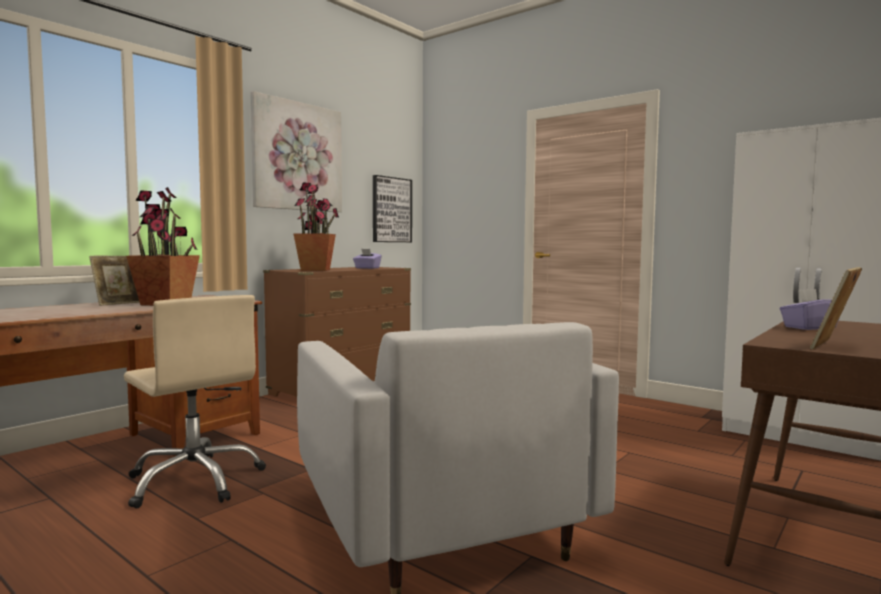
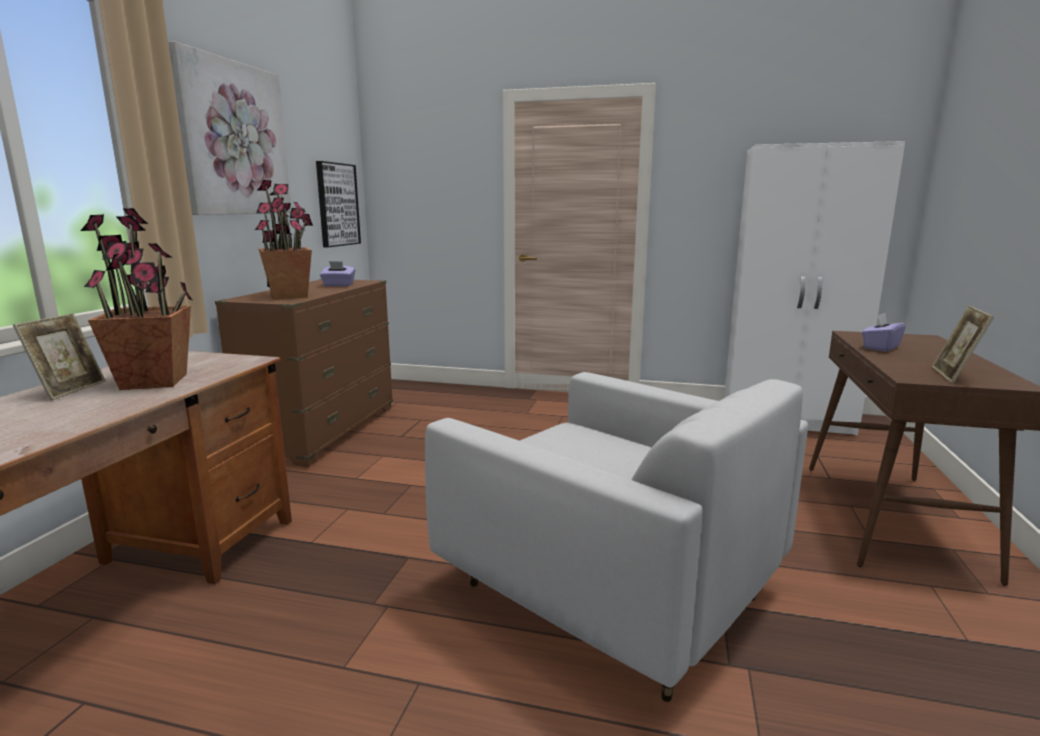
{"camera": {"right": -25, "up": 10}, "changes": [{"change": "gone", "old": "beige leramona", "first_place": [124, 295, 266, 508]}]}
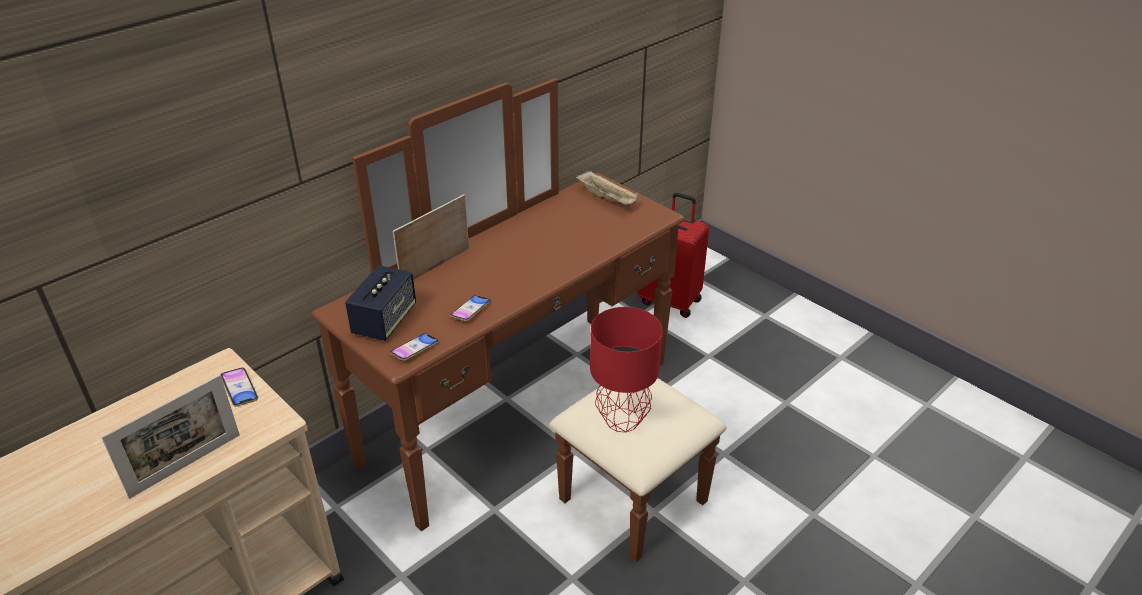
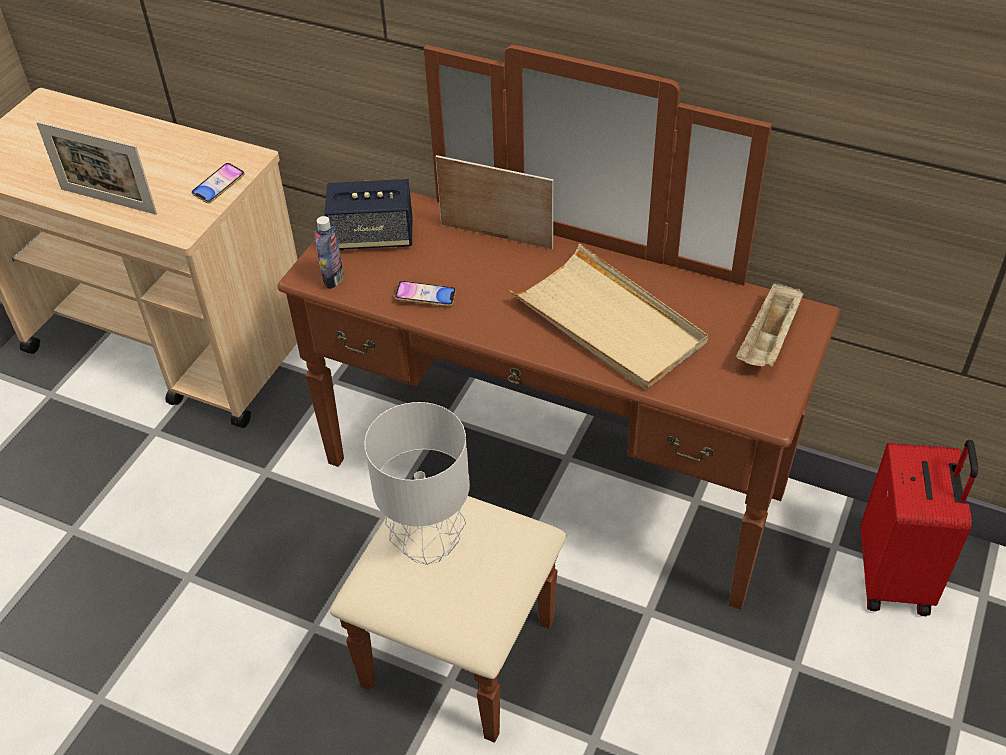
{"camera": {"right": 70, "up": 10}, "changes": [{"change": "new", "new": "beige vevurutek", "second_place": [510, 244, 708, 390]}, {"change": "swapped", "old": "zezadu", "new": "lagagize", "first_place": [390, 333, 439, 361], "second_place": [314, 216, 344, 289]}, {"change": "repainted", "old": "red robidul", "new": "grey robidul", "first_place": [590, 307, 663, 432], "second_place": [365, 402, 470, 565]}]}
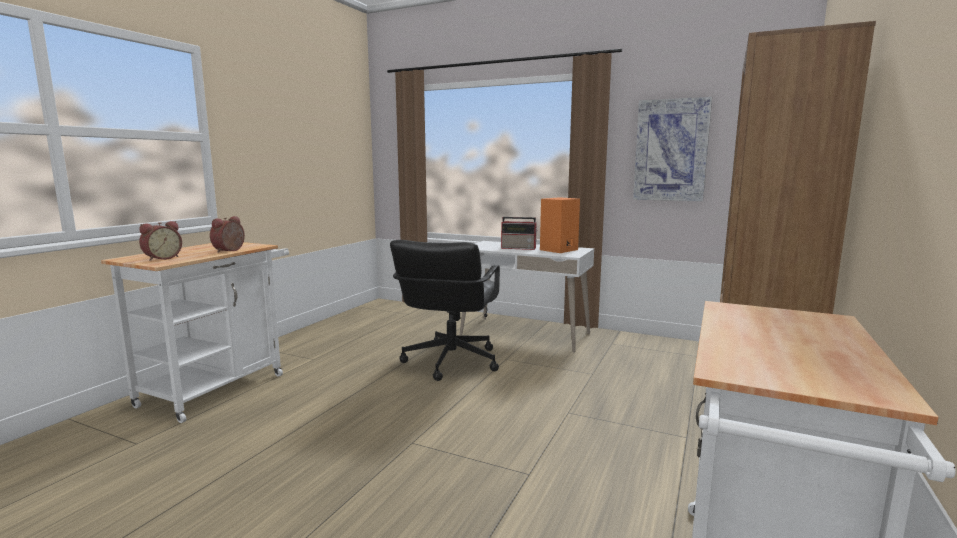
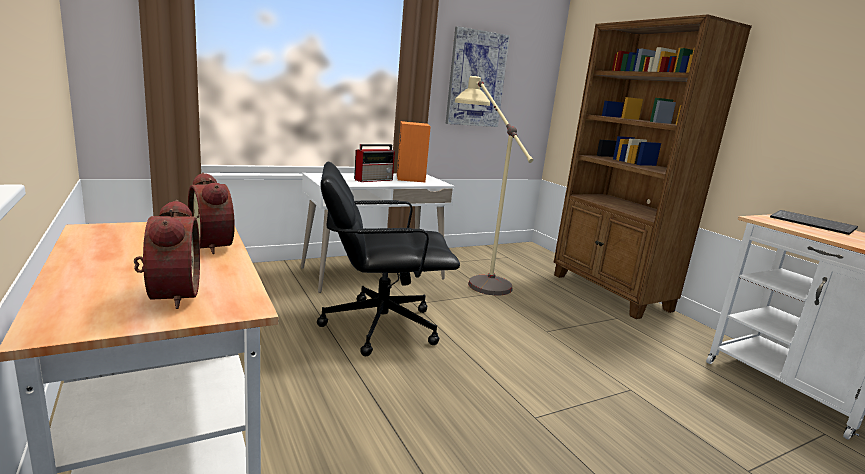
{"camera": {"right": -55, "up": 5}, "changes": [{"change": "new", "new": "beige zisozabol", "second_place": [455, 76, 533, 296]}, {"change": "new", "new": "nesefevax", "second_place": [770, 210, 858, 235]}, {"change": "rotated", "old": "black leramona", "first_place": [390, 240, 500, 381], "second_place": [317, 162, 460, 356], "degrees": 120}]}
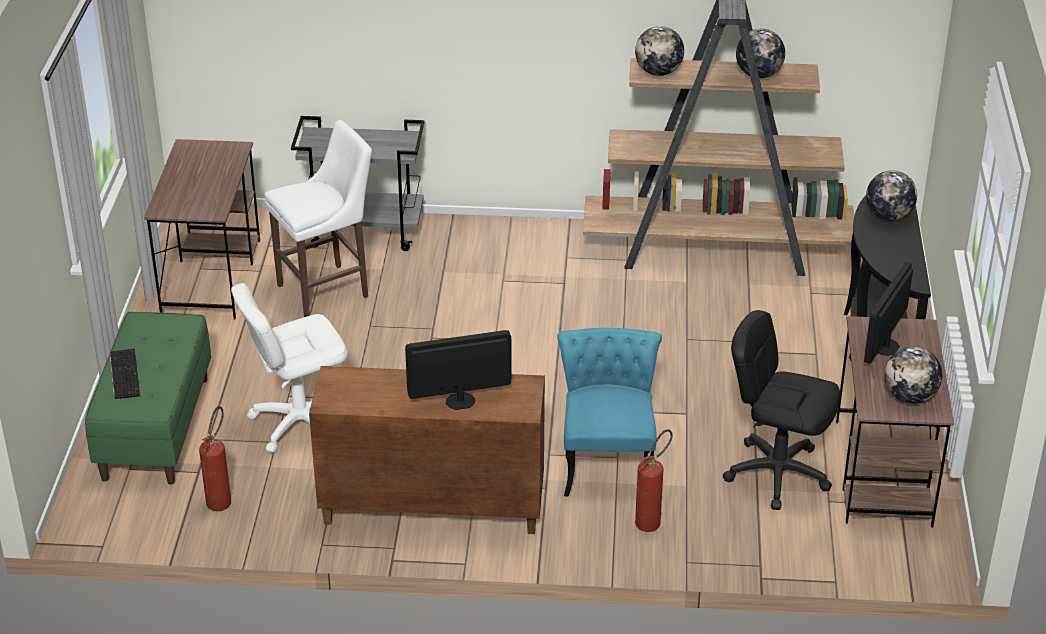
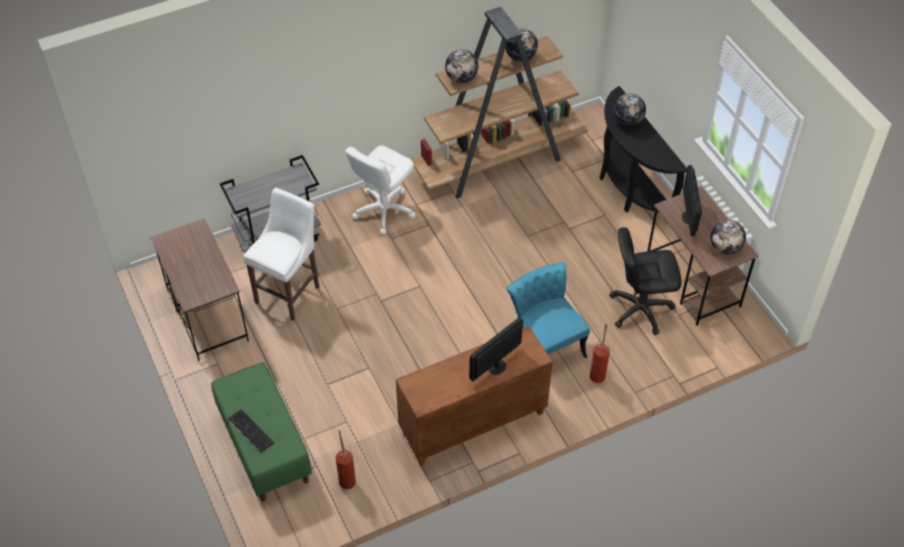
{"camera": {"right": -30, "up": 15}, "changes": [{"change": "shifted", "old": "white leramona", "first_place": [231, 283, 348, 453], "second_place": [345, 146, 416, 234]}]}
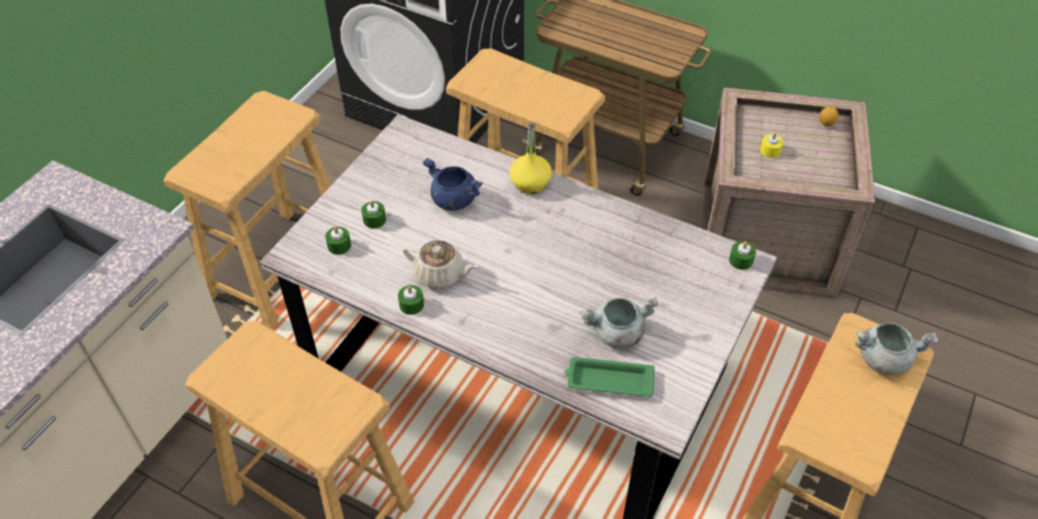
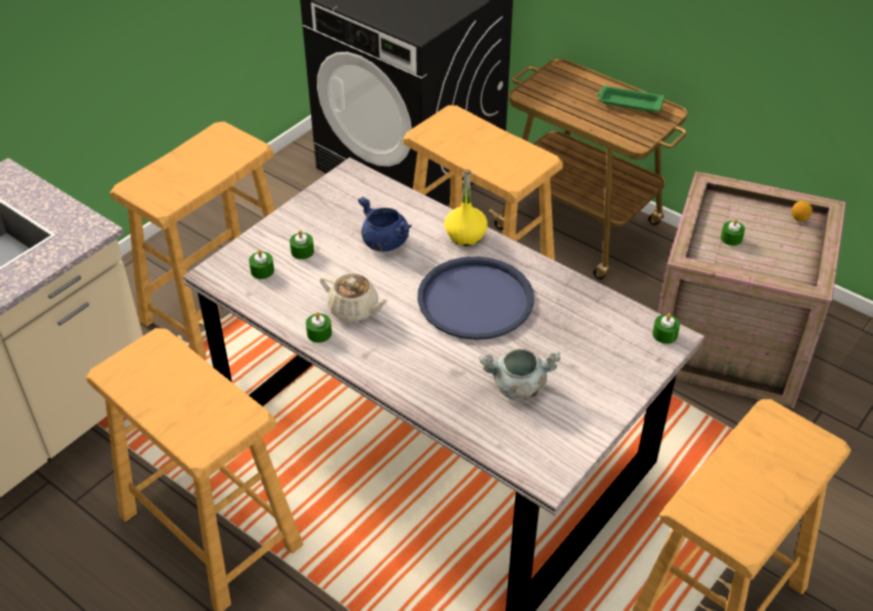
{"camera": {"right": 10, "up": -5}, "changes": [{"change": "gone", "old": "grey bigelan", "first_place": [855, 323, 938, 375]}, {"change": "new", "new": "blue vevurutek", "second_place": [418, 256, 534, 340]}, {"change": "shifted", "old": "green vevurutek", "first_place": [565, 357, 655, 397], "second_place": [597, 86, 665, 112]}, {"change": "repainted", "old": "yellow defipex", "new": "green defipex", "first_place": [760, 133, 783, 158], "second_place": [721, 219, 745, 246]}]}
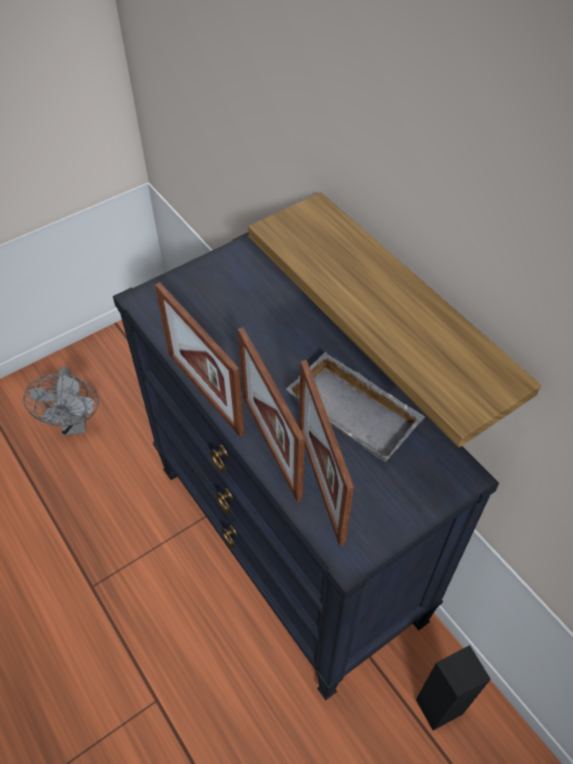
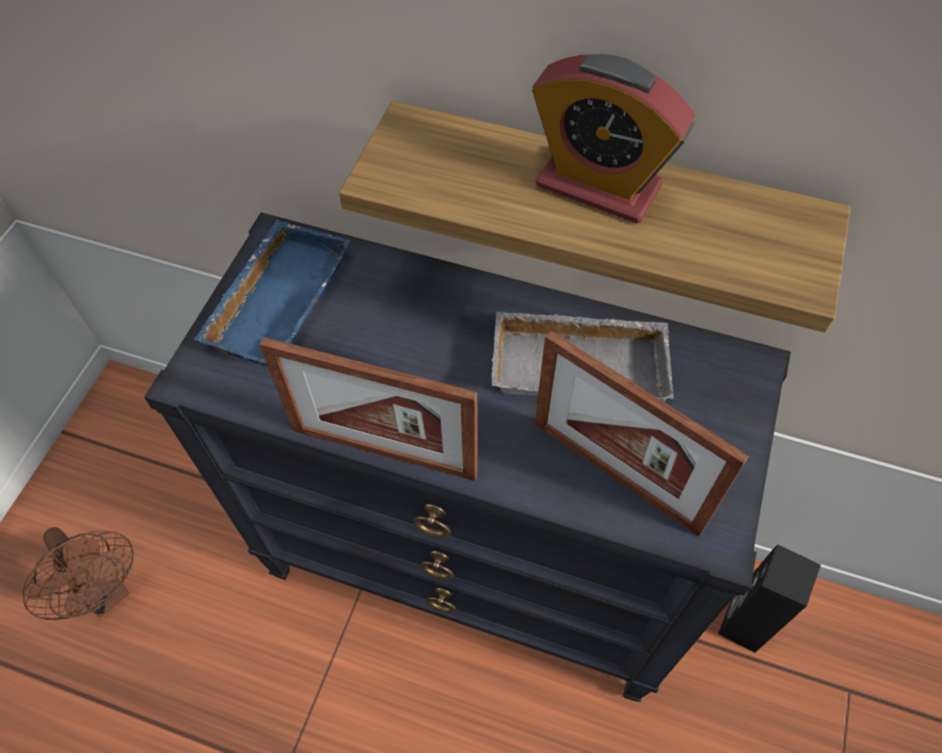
{"camera": {"right": -35, "up": 5}, "changes": [{"change": "gone", "old": "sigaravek", "first_place": [238, 327, 305, 502]}, {"change": "new", "new": "blue vevurutek", "second_place": [194, 220, 351, 366]}, {"change": "new", "new": "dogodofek", "second_place": [532, 54, 695, 224]}, {"change": "repainted", "old": "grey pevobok", "new": "brown pevobok", "first_place": [23, 367, 99, 436], "second_place": [22, 527, 134, 620]}]}
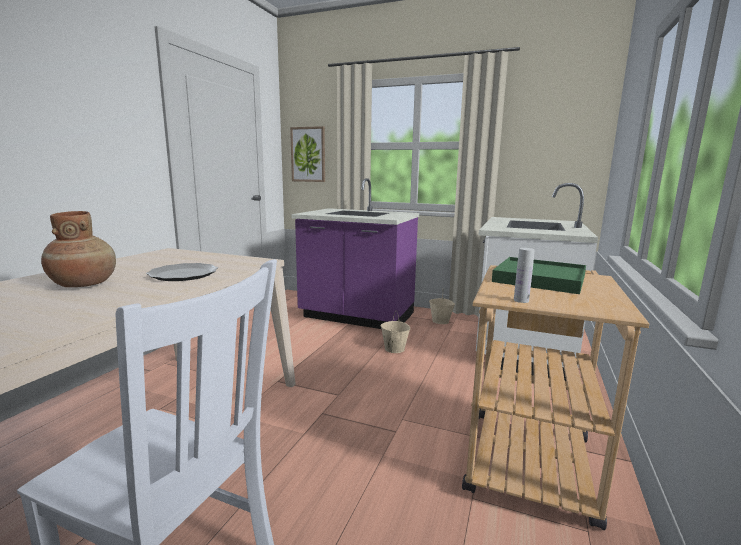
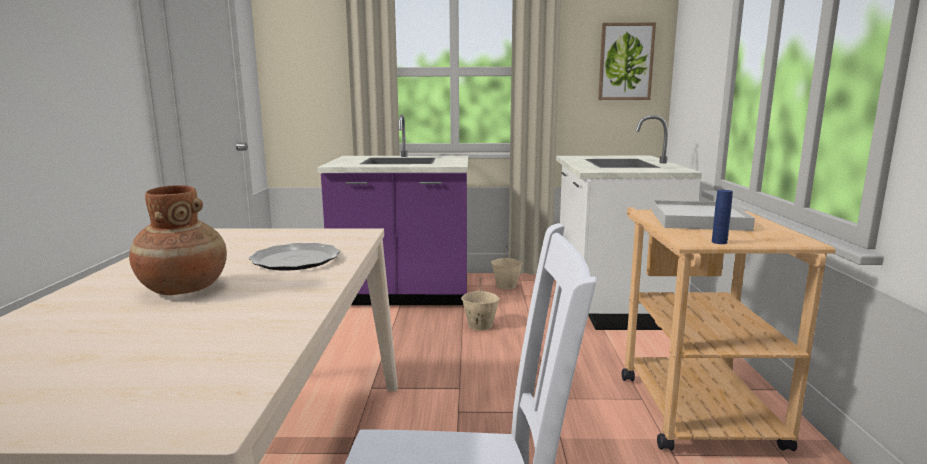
{"camera": {"right": -20, "up": 0}, "changes": [{"change": "shifted", "old": "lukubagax", "first_place": [290, 126, 325, 182], "second_place": [598, 23, 656, 100]}, {"change": "repainted", "old": "green vevurutek", "new": "white vevurutek", "first_place": [492, 257, 586, 294], "second_place": [652, 200, 755, 231]}, {"change": "repainted", "old": "white lagagize", "new": "blue lagagize", "first_place": [514, 248, 534, 303], "second_place": [712, 190, 733, 244]}]}
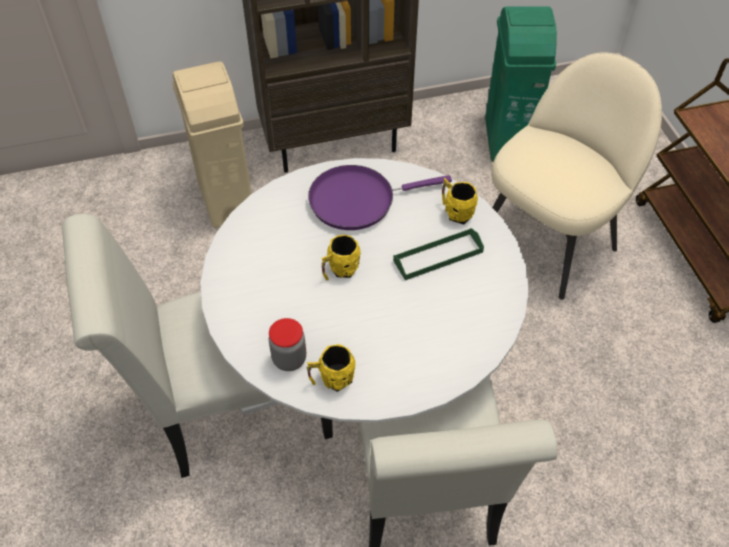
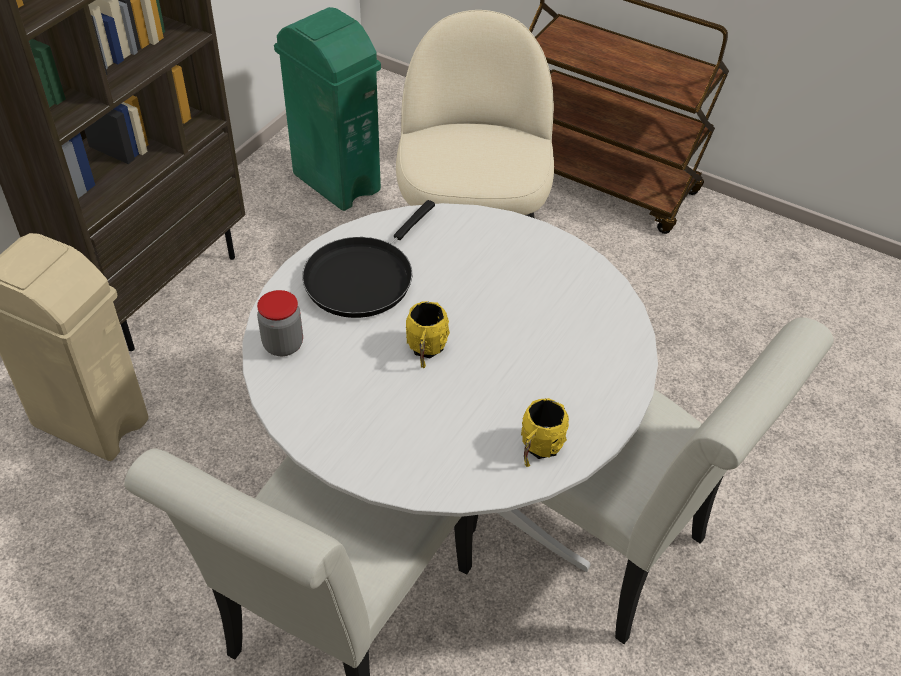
{"camera": {"right": -45, "up": -5}, "changes": [{"change": "gone", "old": "green vevurutek", "first_place": [393, 228, 484, 280]}, {"change": "gone", "old": "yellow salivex", "first_place": [442, 178, 478, 224]}, {"change": "shifted", "old": "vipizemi", "first_place": [269, 318, 306, 371], "second_place": [257, 290, 303, 356]}, {"change": "repainted", "old": "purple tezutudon", "new": "black tezutudon", "first_place": [308, 165, 452, 230], "second_place": [302, 200, 435, 318]}]}
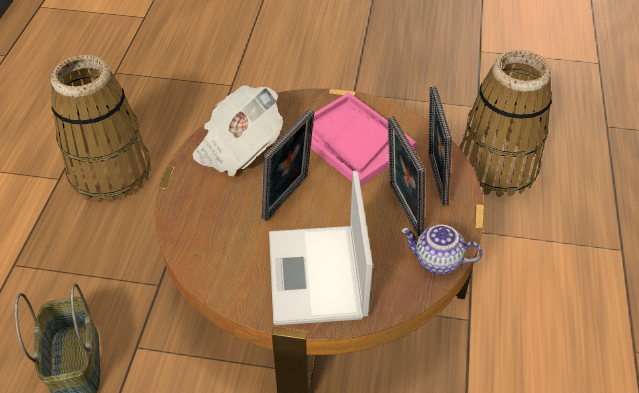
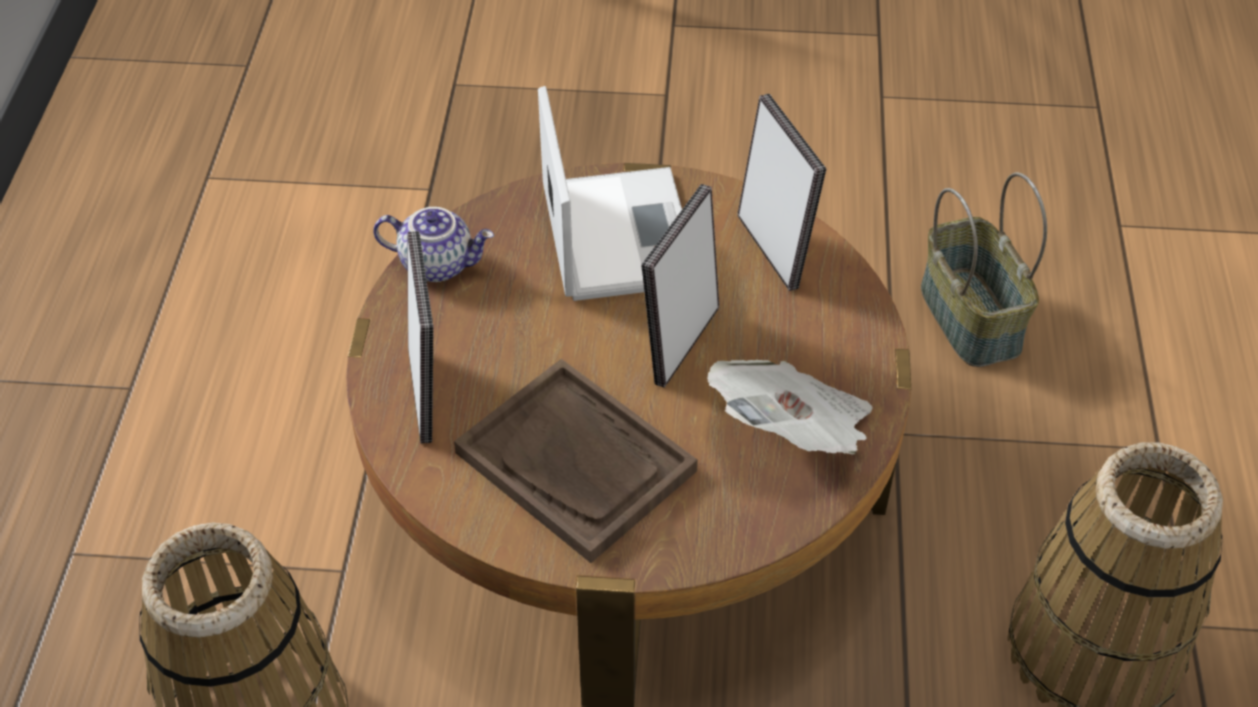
{"camera": {"right": 175, "up": 0}, "changes": [{"change": "shifted", "old": "sigaravek", "first_place": [388, 117, 425, 236], "second_place": [737, 94, 826, 291]}, {"change": "repainted", "old": "pink vevurutek", "new": "brown vevurutek", "first_place": [311, 92, 417, 186], "second_place": [454, 359, 698, 563]}]}
